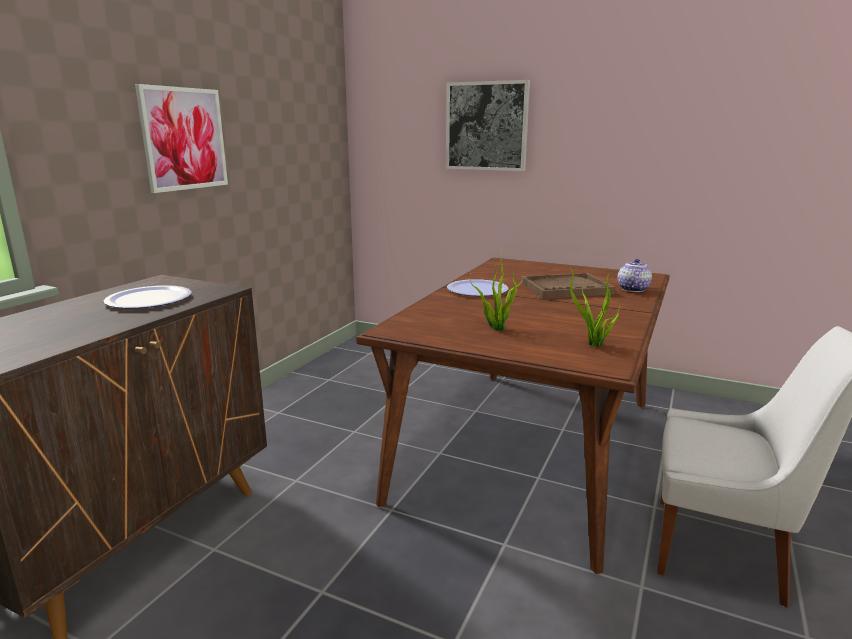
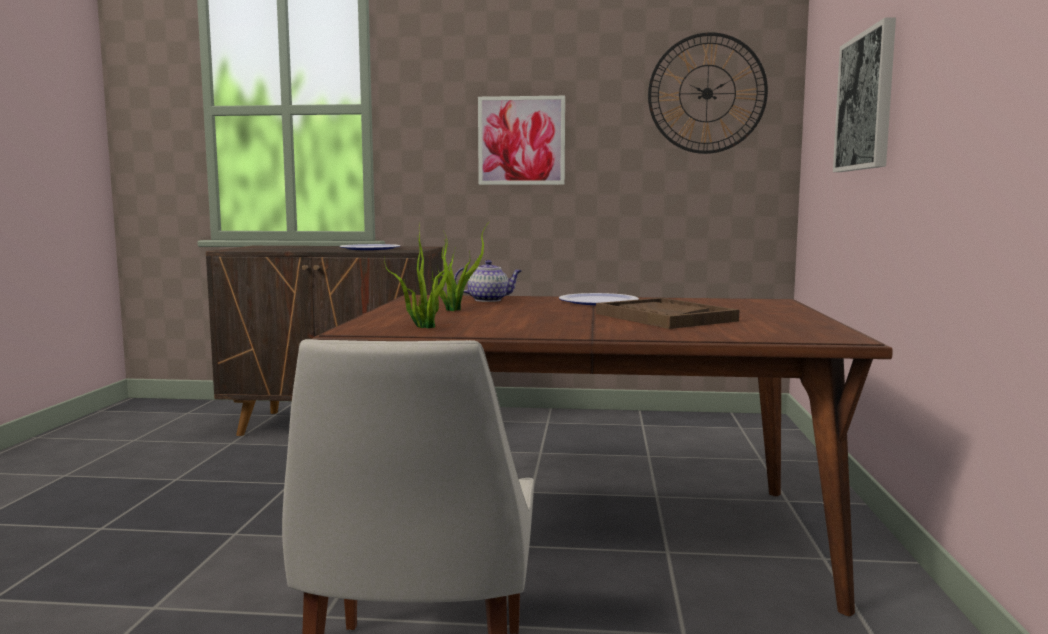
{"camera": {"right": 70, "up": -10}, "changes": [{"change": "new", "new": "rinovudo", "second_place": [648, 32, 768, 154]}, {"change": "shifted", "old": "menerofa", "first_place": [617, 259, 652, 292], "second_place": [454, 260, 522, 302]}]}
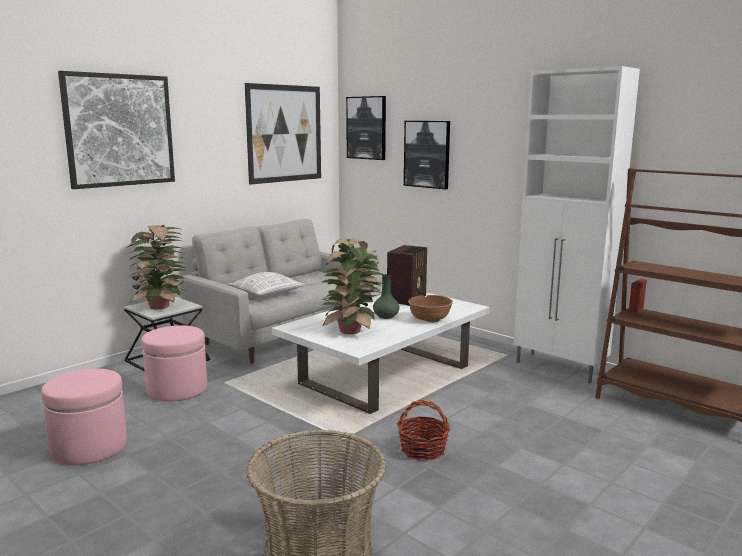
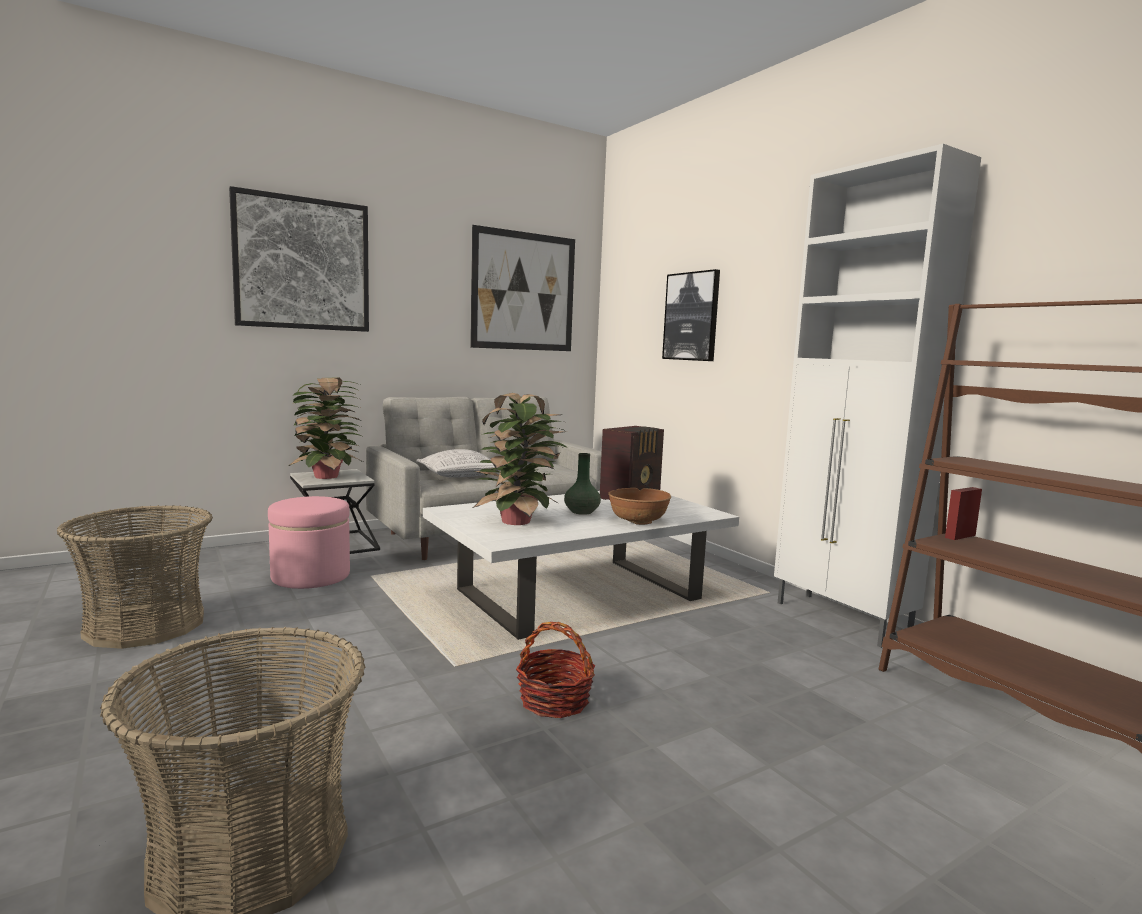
{"camera": {"right": 15, "up": -5}, "changes": [{"change": "gone", "old": "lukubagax", "first_place": [346, 96, 386, 160]}, {"change": "swapped", "old": "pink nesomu", "new": "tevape", "first_place": [41, 369, 127, 465], "second_place": [57, 505, 213, 649]}]}
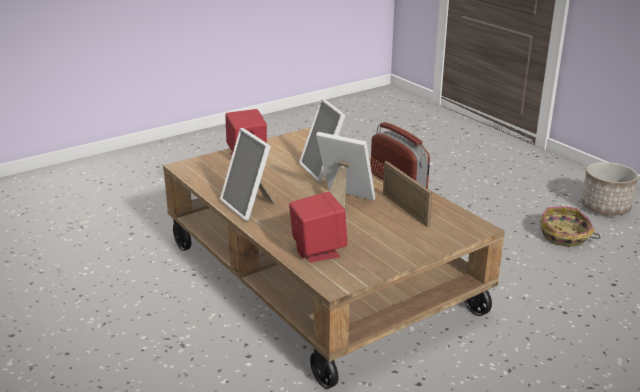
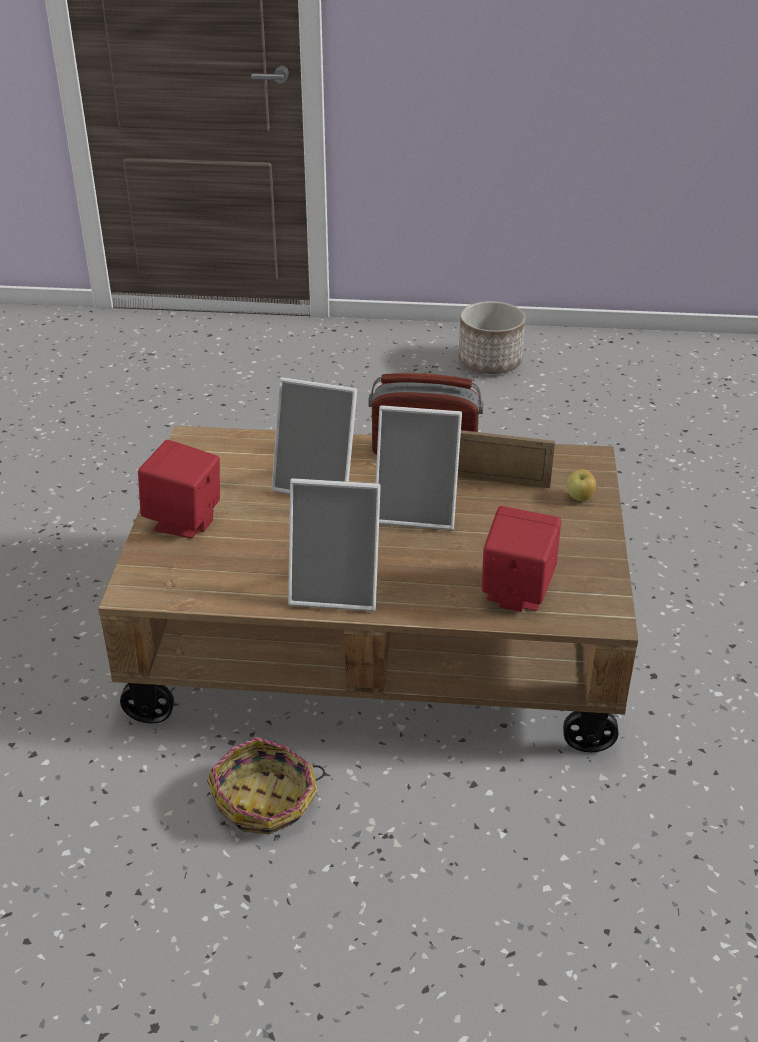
{"camera": {"right": -50, "up": 10}, "changes": [{"change": "new", "new": "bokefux", "second_place": [567, 469, 596, 501]}, {"change": "shifted", "old": "tevape", "first_place": [540, 206, 600, 247], "second_place": [207, 737, 325, 834]}, {"change": "rotated", "old": "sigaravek", "first_place": [316, 132, 375, 209], "second_place": [376, 405, 462, 530], "degrees": -150}]}
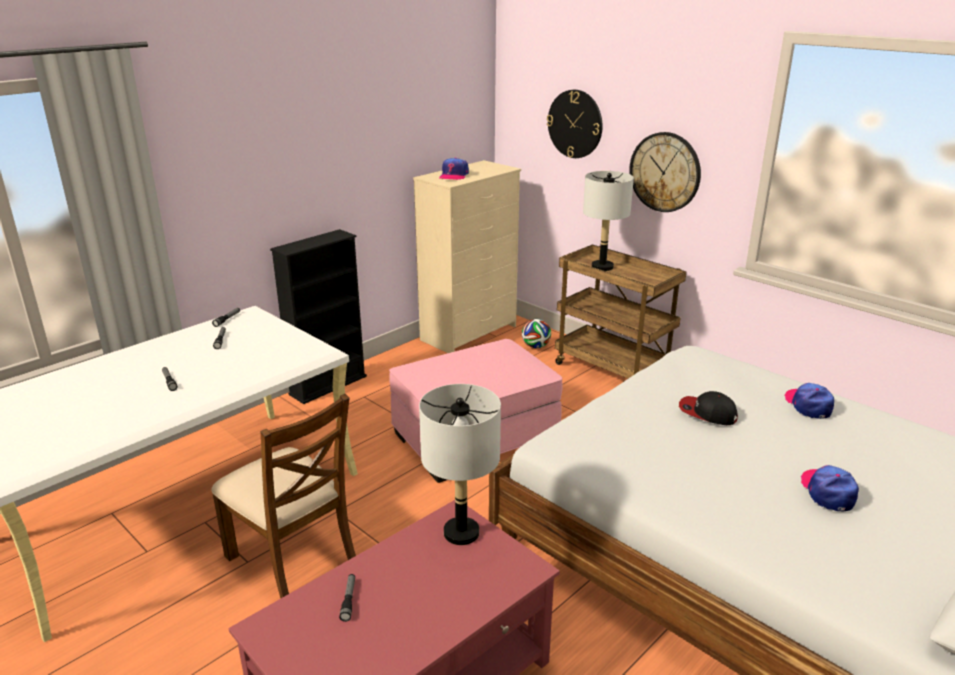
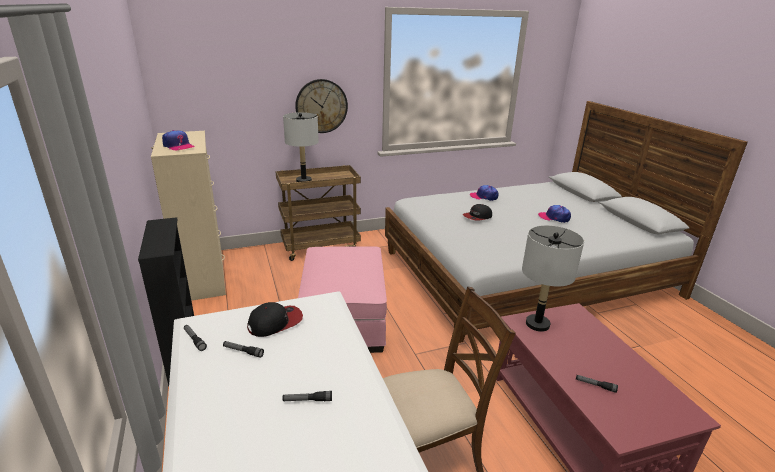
{"camera": {"right": -65, "up": 0}, "changes": [{"change": "gone", "old": "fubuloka", "first_place": [522, 319, 551, 348]}, {"change": "gone", "old": "rinovudo", "first_place": [547, 90, 603, 158]}, {"change": "new", "new": "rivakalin", "second_place": [247, 302, 303, 337]}]}
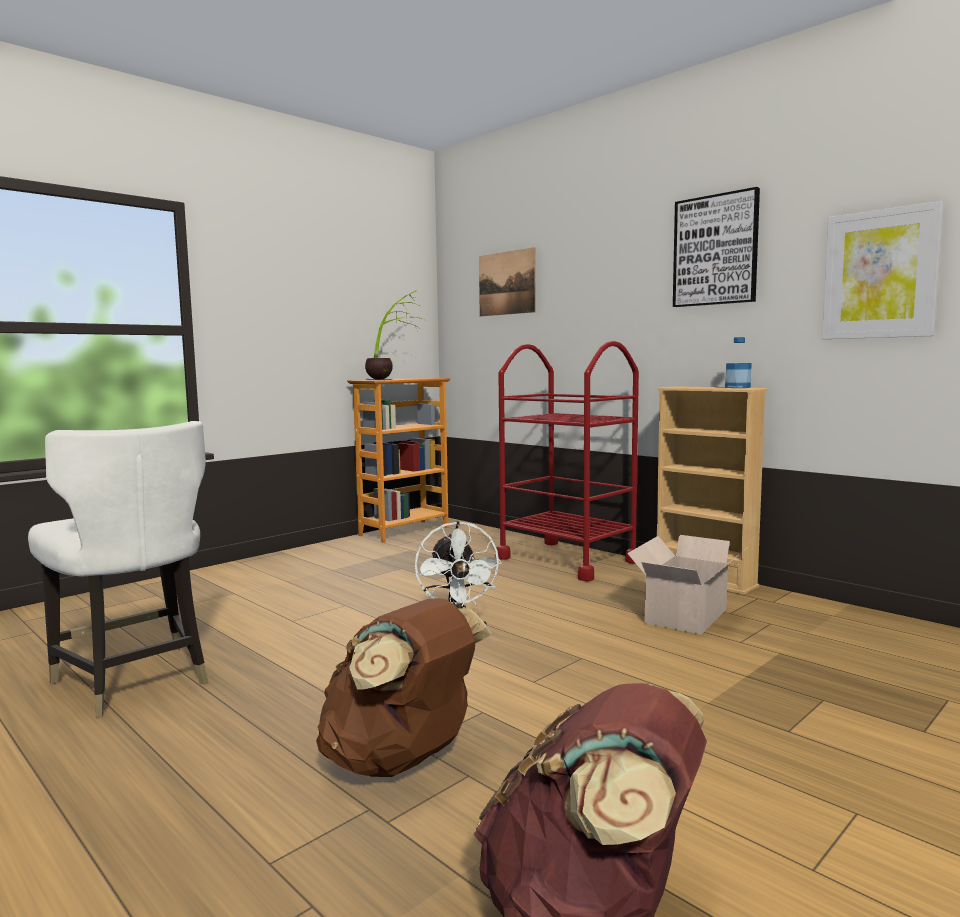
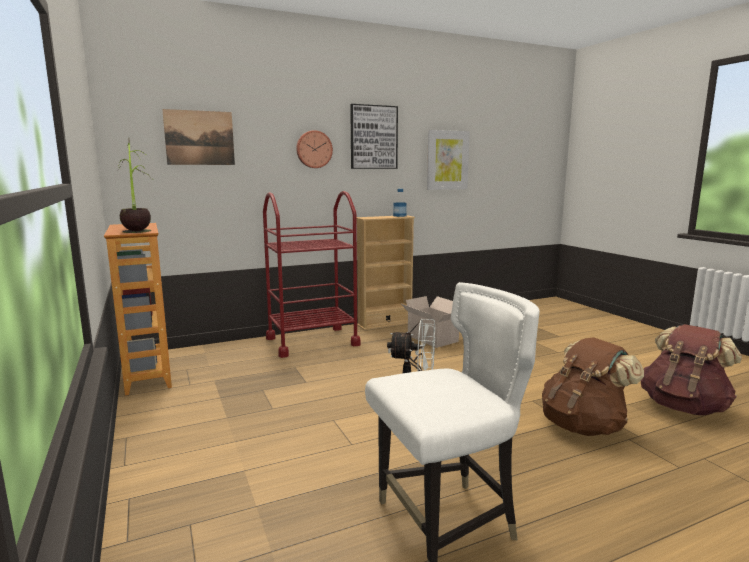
{"camera": {"right": -70, "up": 5}, "changes": [{"change": "new", "new": "rinovudo", "second_place": [296, 130, 333, 168]}]}
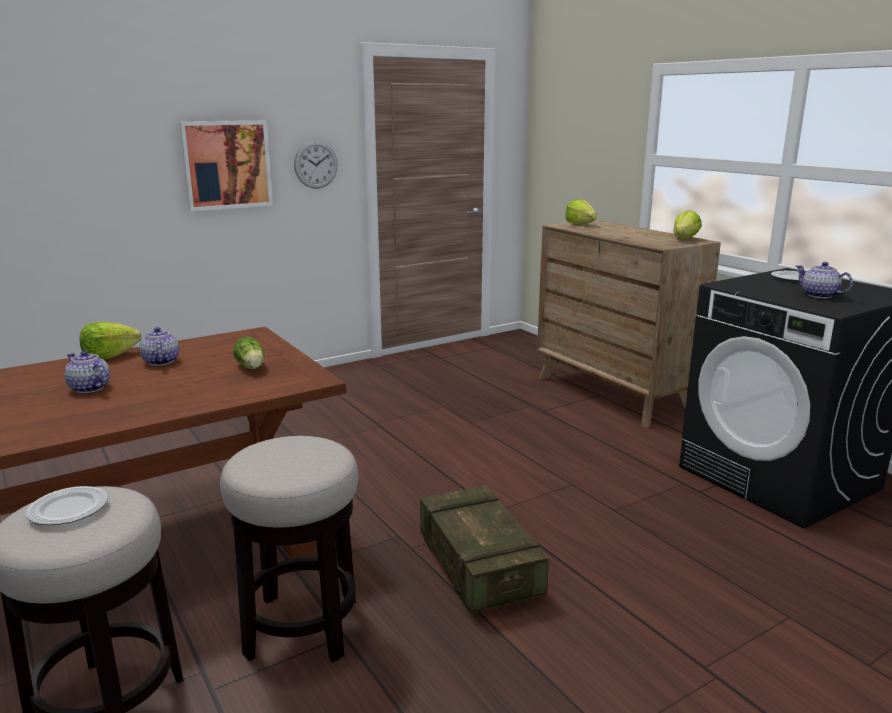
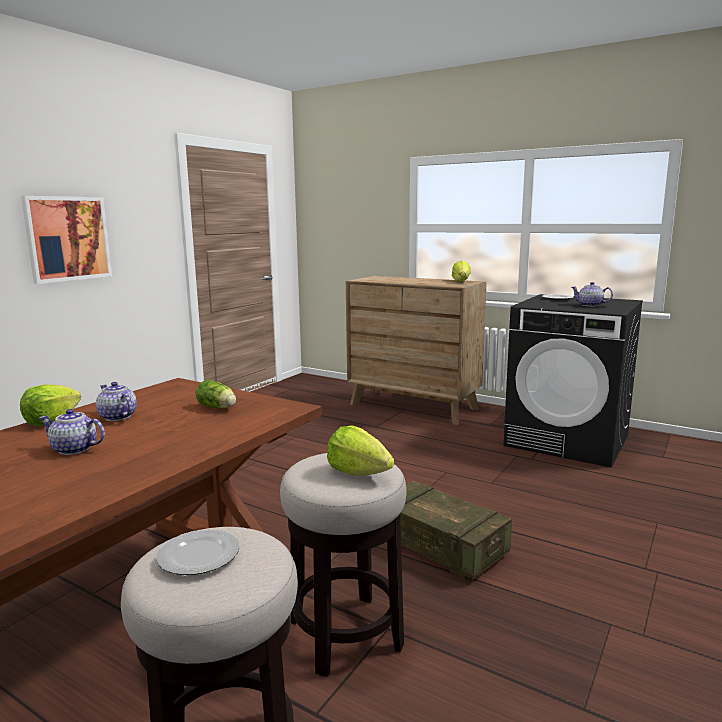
{"camera": {"right": -25, "up": -5}, "changes": [{"change": "gone", "old": "rinovudo", "first_place": [294, 141, 338, 189]}, {"change": "shifted", "old": "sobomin", "first_place": [565, 199, 597, 225], "second_place": [327, 425, 394, 476]}]}
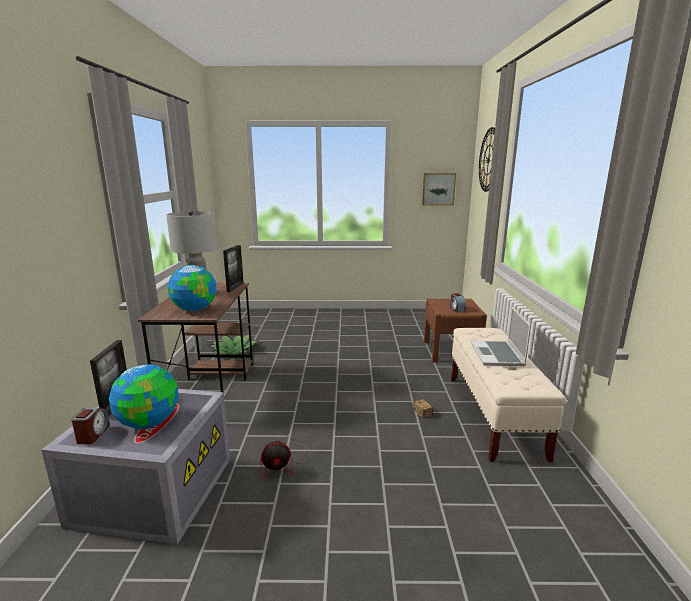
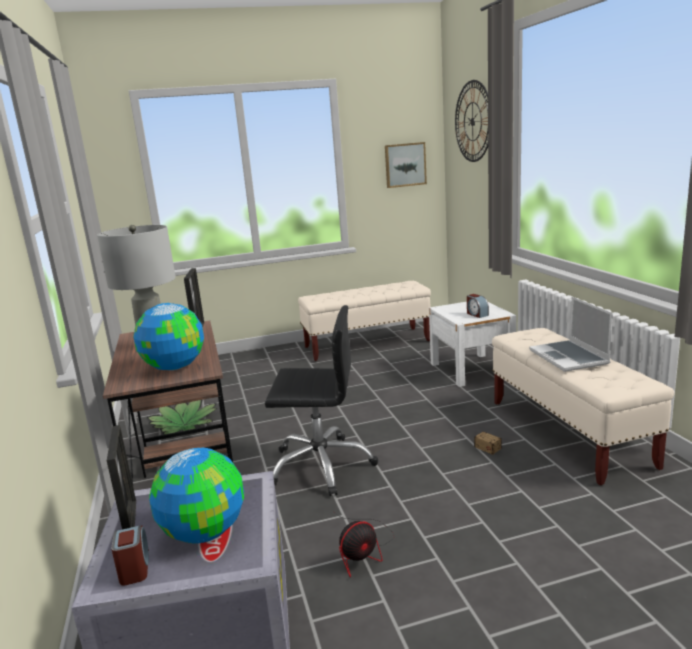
{"camera": {"right": -15, "up": 0}, "changes": [{"change": "new", "new": "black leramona", "second_place": [265, 305, 378, 496]}, {"change": "new", "new": "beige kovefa", "second_place": [298, 281, 431, 361]}, {"change": "repainted", "old": "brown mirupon", "new": "white mirupon", "first_place": [424, 299, 487, 362], "second_place": [429, 302, 516, 387]}]}
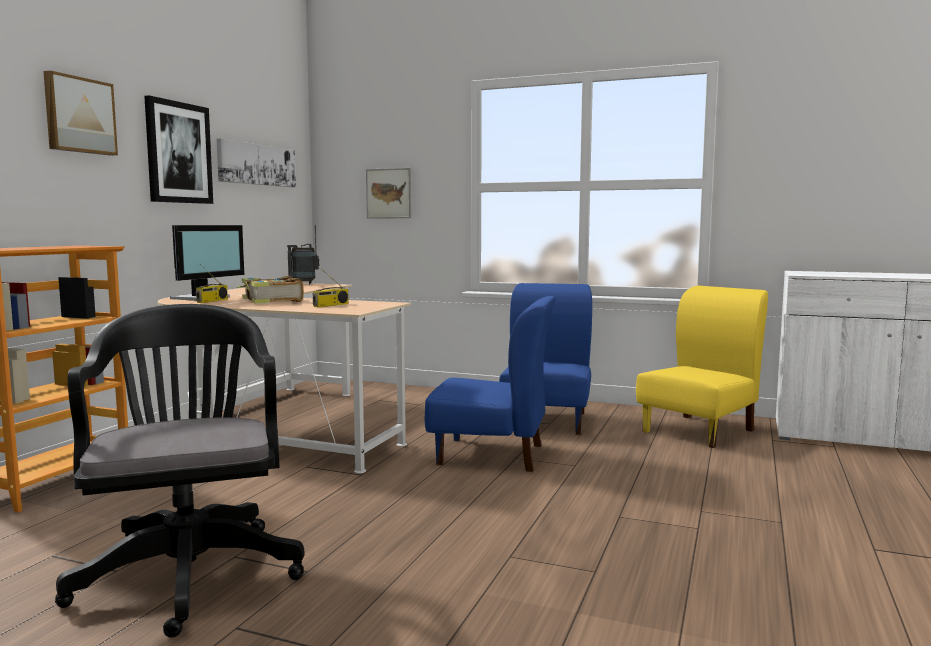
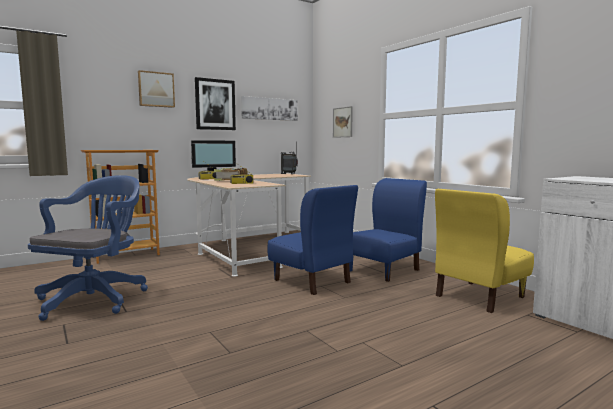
{"camera": {"right": 35, "up": 0}, "changes": [{"change": "repainted", "old": "black leramona", "new": "blue leramona", "first_place": [55, 304, 304, 638], "second_place": [28, 175, 148, 321]}, {"change": "rotated", "old": "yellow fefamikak", "first_place": [636, 286, 768, 448], "second_place": [435, 189, 534, 313], "degrees": 150}]}
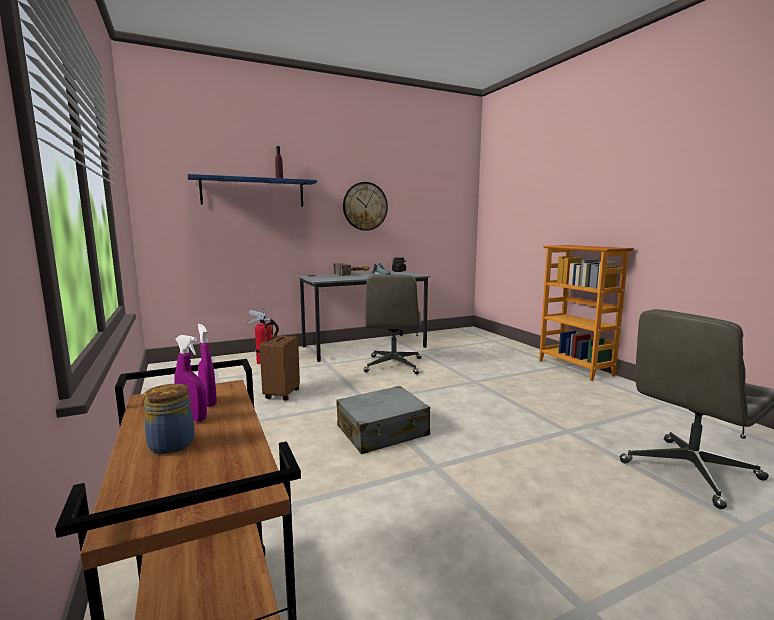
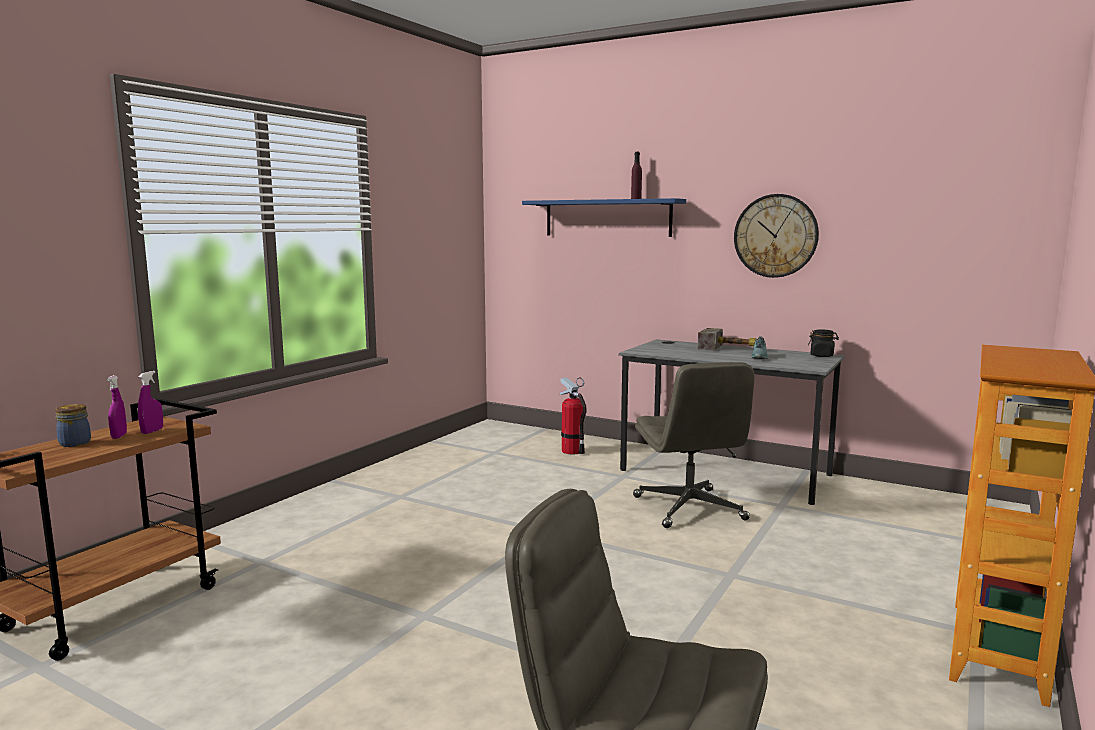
{"camera": {"right": 55, "up": 0}, "changes": [{"change": "gone", "old": "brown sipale", "first_place": [260, 322, 300, 401]}, {"change": "gone", "old": "grey sipale", "first_place": [336, 386, 430, 454]}, {"change": "rotated", "old": "grey leramona", "first_place": [363, 274, 421, 374], "second_place": [633, 362, 755, 528], "degrees": -75}]}
